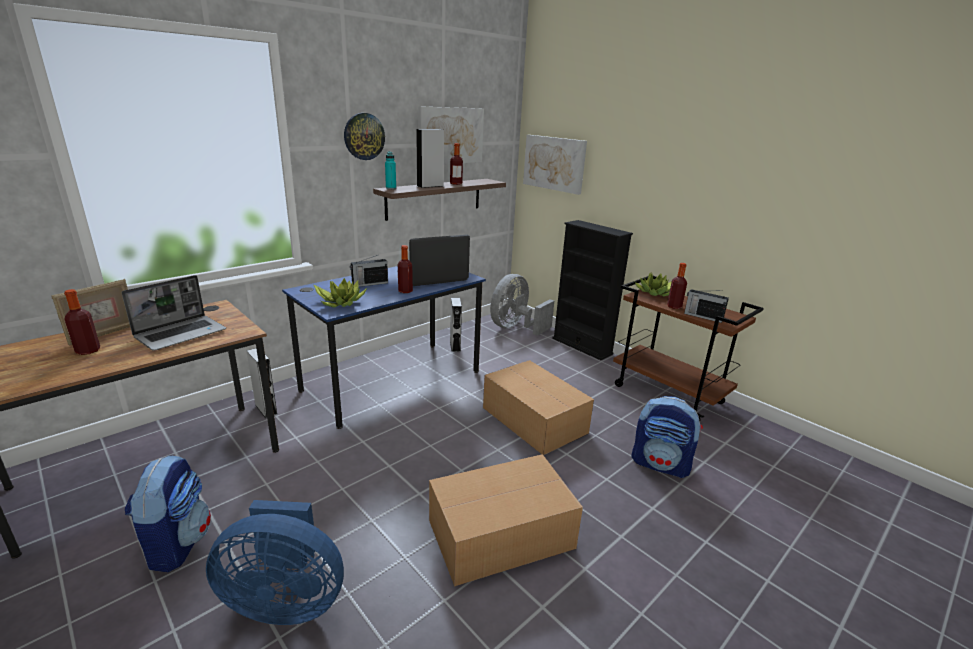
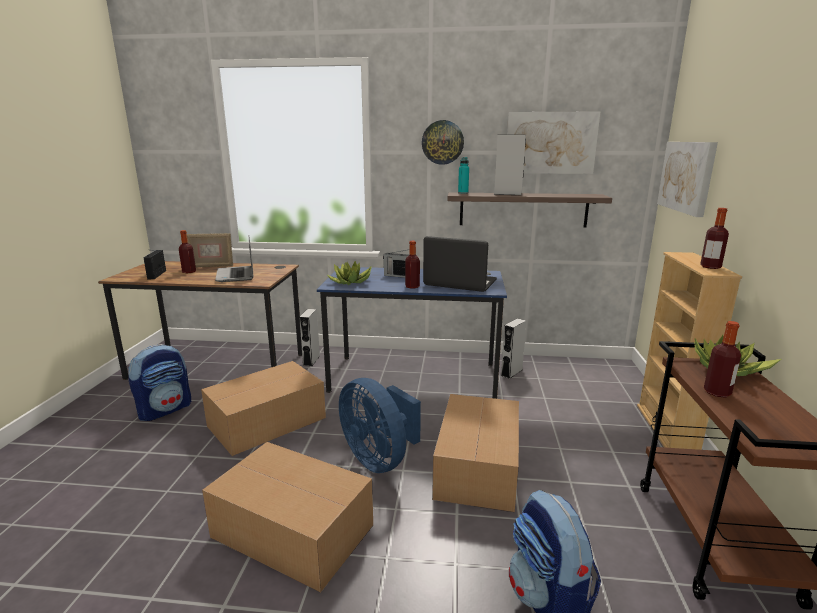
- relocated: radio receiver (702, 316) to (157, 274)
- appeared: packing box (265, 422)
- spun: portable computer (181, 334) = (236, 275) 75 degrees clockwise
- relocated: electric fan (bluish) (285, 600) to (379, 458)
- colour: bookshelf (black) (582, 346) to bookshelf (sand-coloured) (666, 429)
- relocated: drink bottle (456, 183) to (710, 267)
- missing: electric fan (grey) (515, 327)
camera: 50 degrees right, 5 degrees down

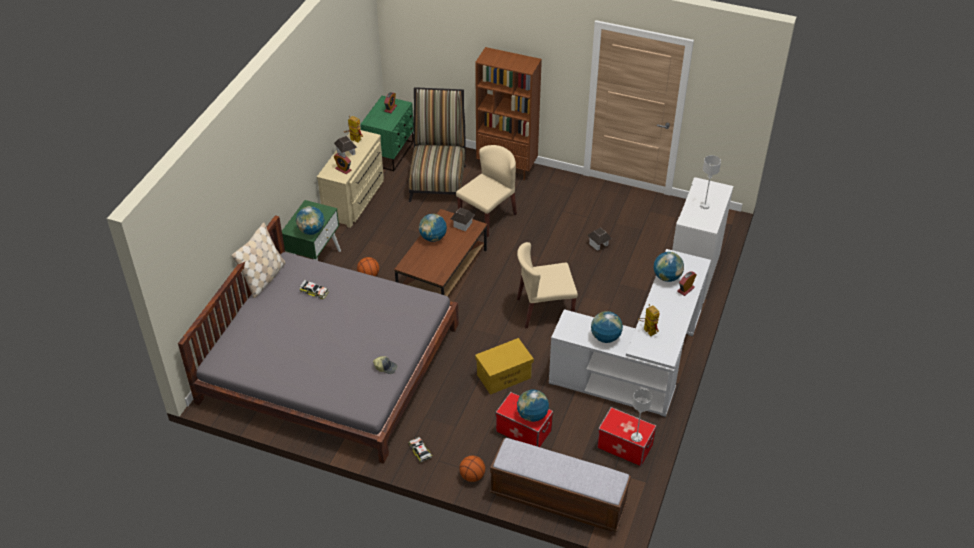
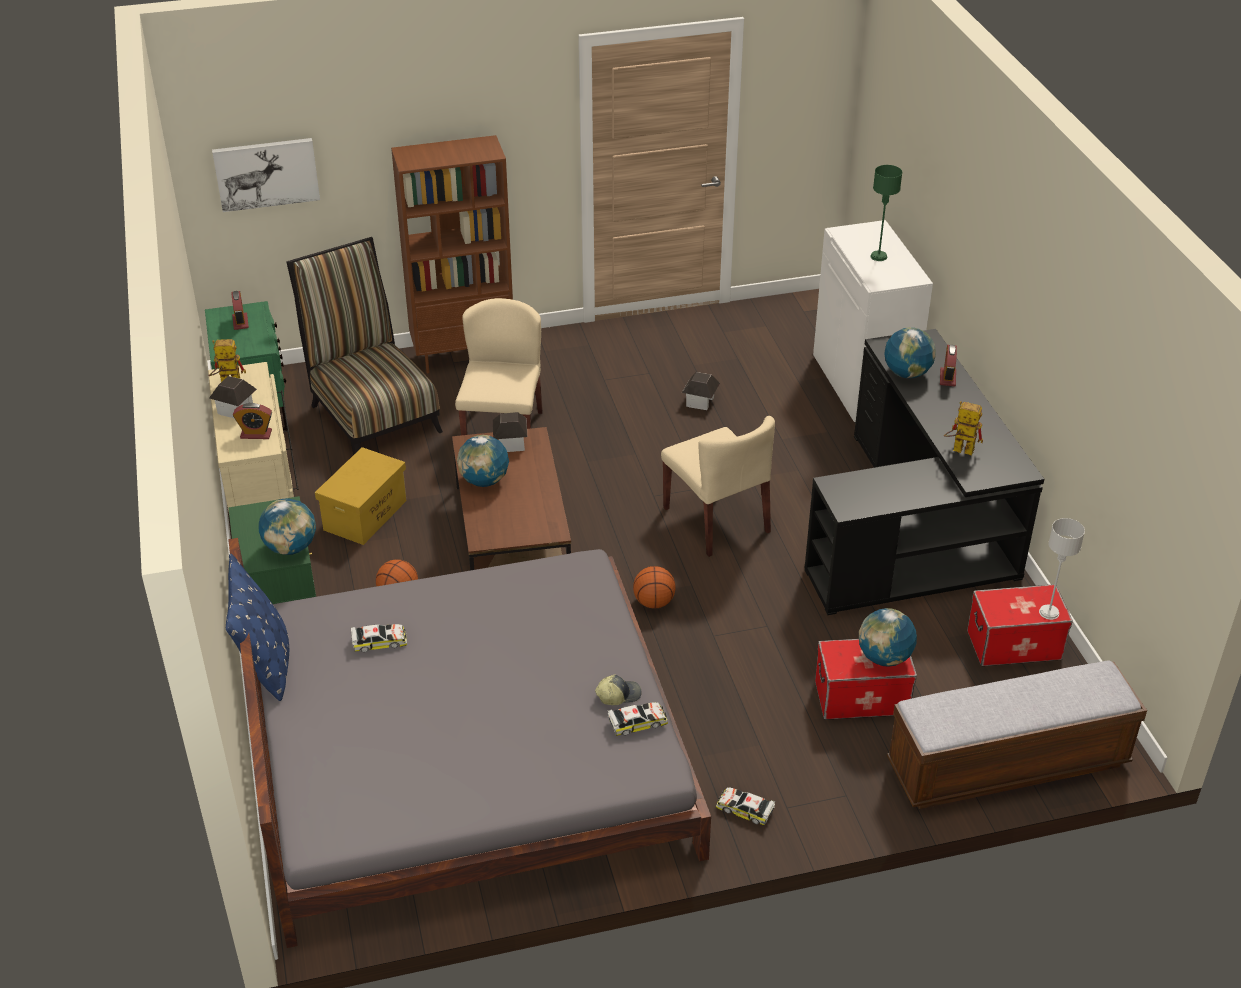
- appeared: wall picture (266, 173)
- colour: pillow (sand-coloured) (264, 278) to pillow (bluish) (266, 663)
- relocated: storage bin (yellow) (504, 376) to (365, 514)
- appeared: miniature car (637, 722)
- relocated: ball for basketball (472, 476) to (653, 602)
- spun: upright chair (sand-coloured) (544, 310) = (717, 520) 75 degrees counterclockwise
- colour: desk unit (whitish) (640, 363) to desk unit (black) (917, 527)
- colour: tabletop lamp (grey) (705, 205) to tabletop lamp (green-coloured) (878, 256)
- missing: globe (605, 337)
camera: 35 degrees left, 5 degrees down

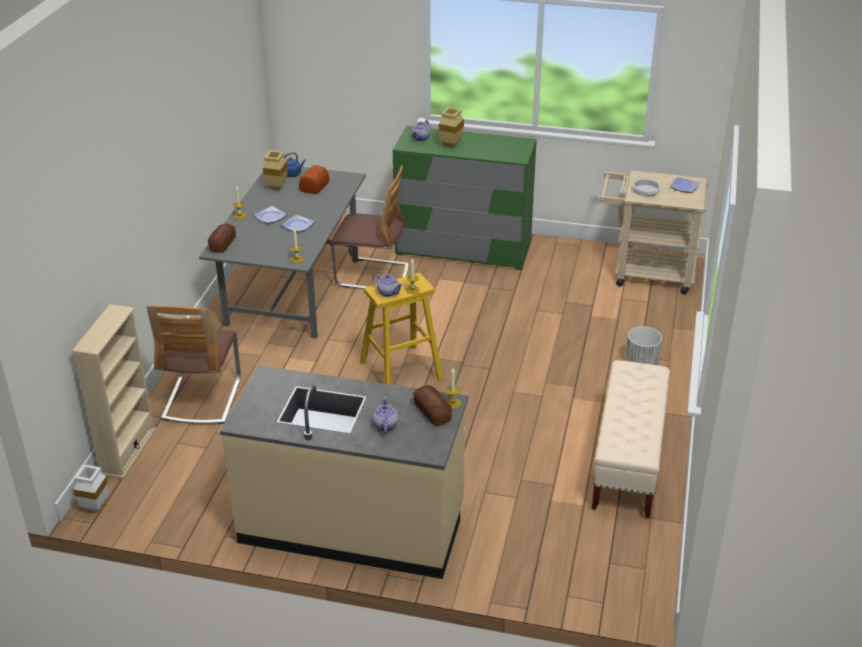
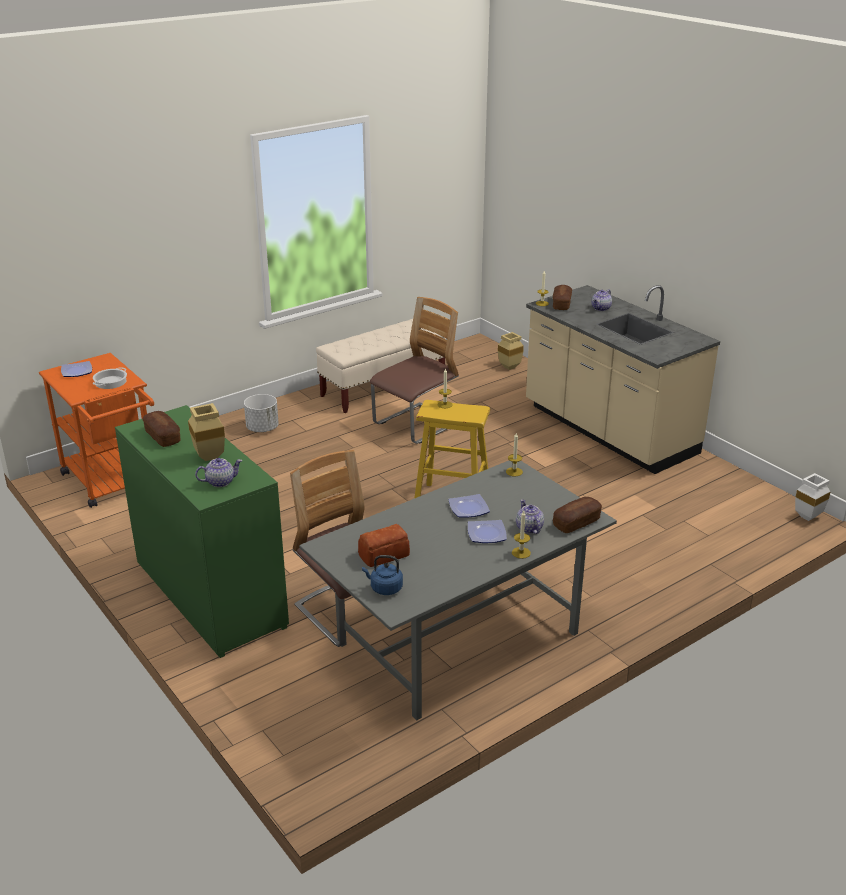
- colour: trolley (sand-coloured) (645, 273) to trolley (orange-coloured) (114, 483)
- appeared: bread (162, 437)
- relocated: upright chair (202, 399) to (416, 425)
- relocated: decorative vase (sand-coloured) (277, 188) to (510, 367)
- relocated: teapot (388, 292) to (528, 528)
- missing: bookshelf (sand-coloured) (128, 451)
camera: 140 degrees left, 5 degrees down

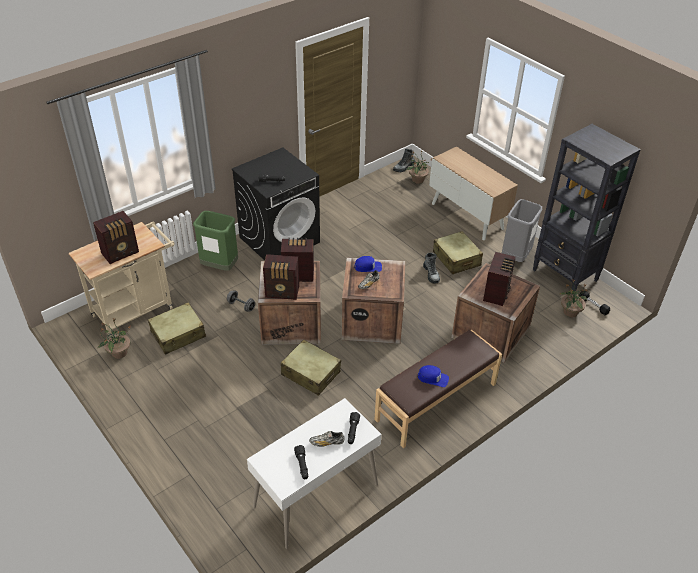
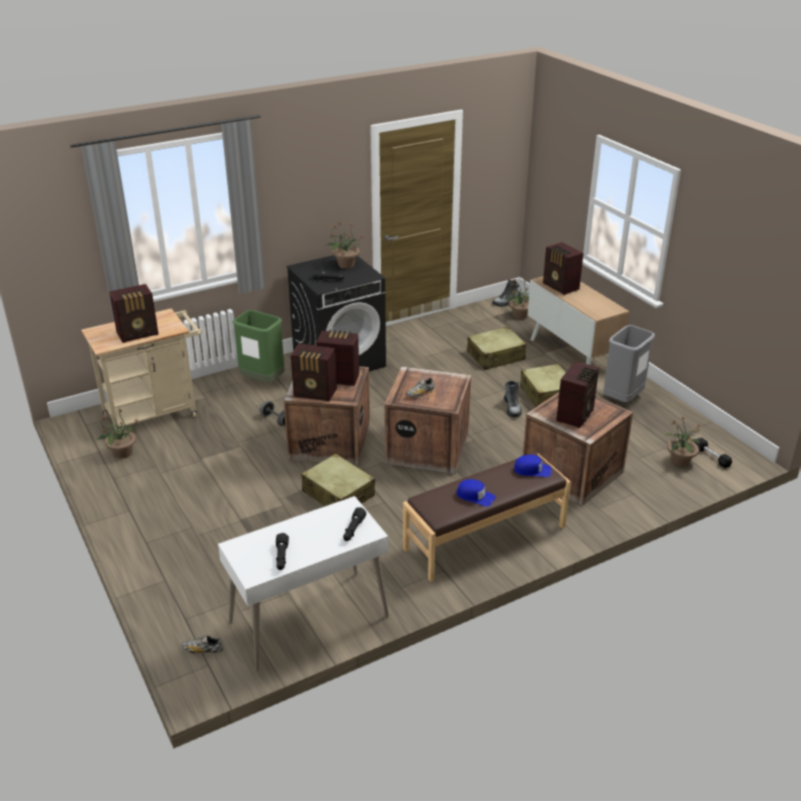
- relocated: item of footwear (326, 442) to (202, 650)
- appeared: potted plant (345, 265)
- relocated: suitcase (sand-coloured) (178, 334) to (496, 356)
- relocated: cap (bluish) (368, 267) to (532, 470)
- appeared: radio receiver (560, 287)
- missing: bookshelf (black) (565, 276)
camera: 10 degrees right, 10 degrees down

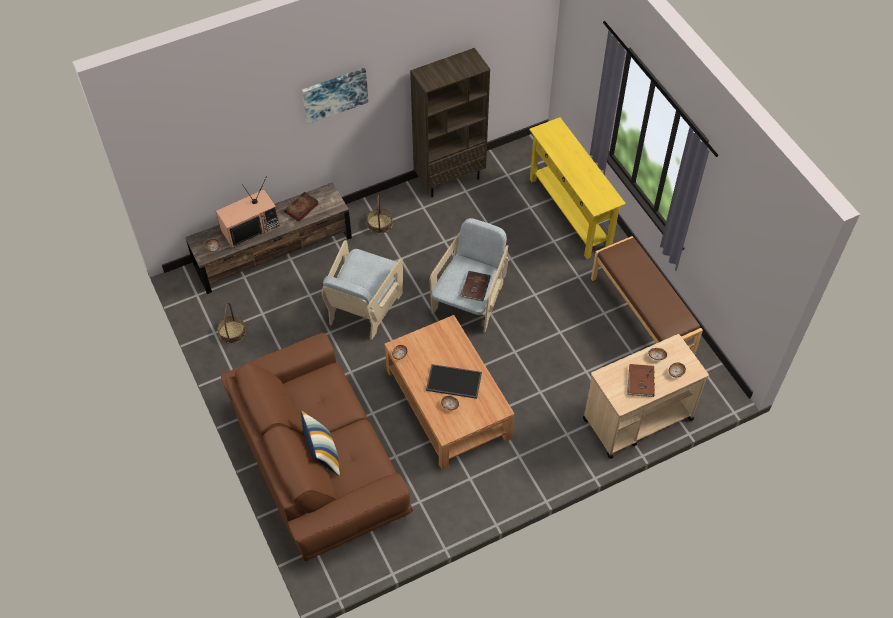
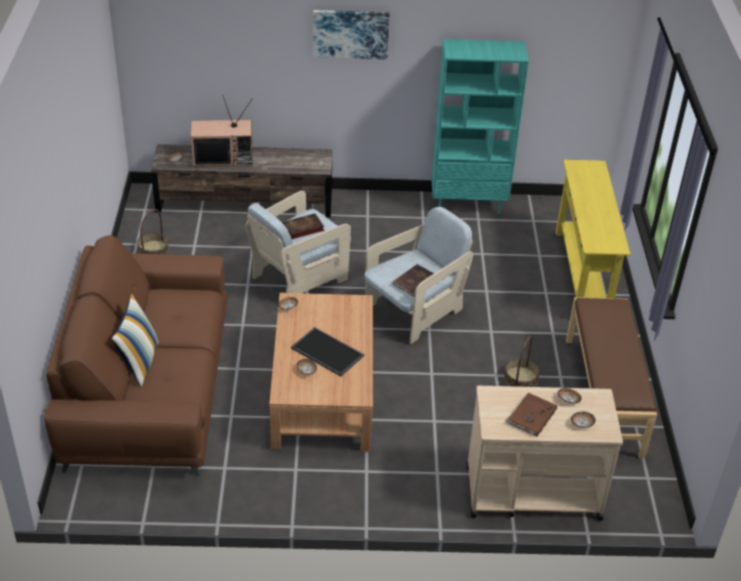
- relocated: book (301, 209) to (302, 229)
- colour: bookshelf (brownish) (450, 178) to bookshelf (turquoise-coloured) (468, 204)
- relocated: household basket (380, 224) to (521, 378)
camera: 25 degrees right, 15 degrees down

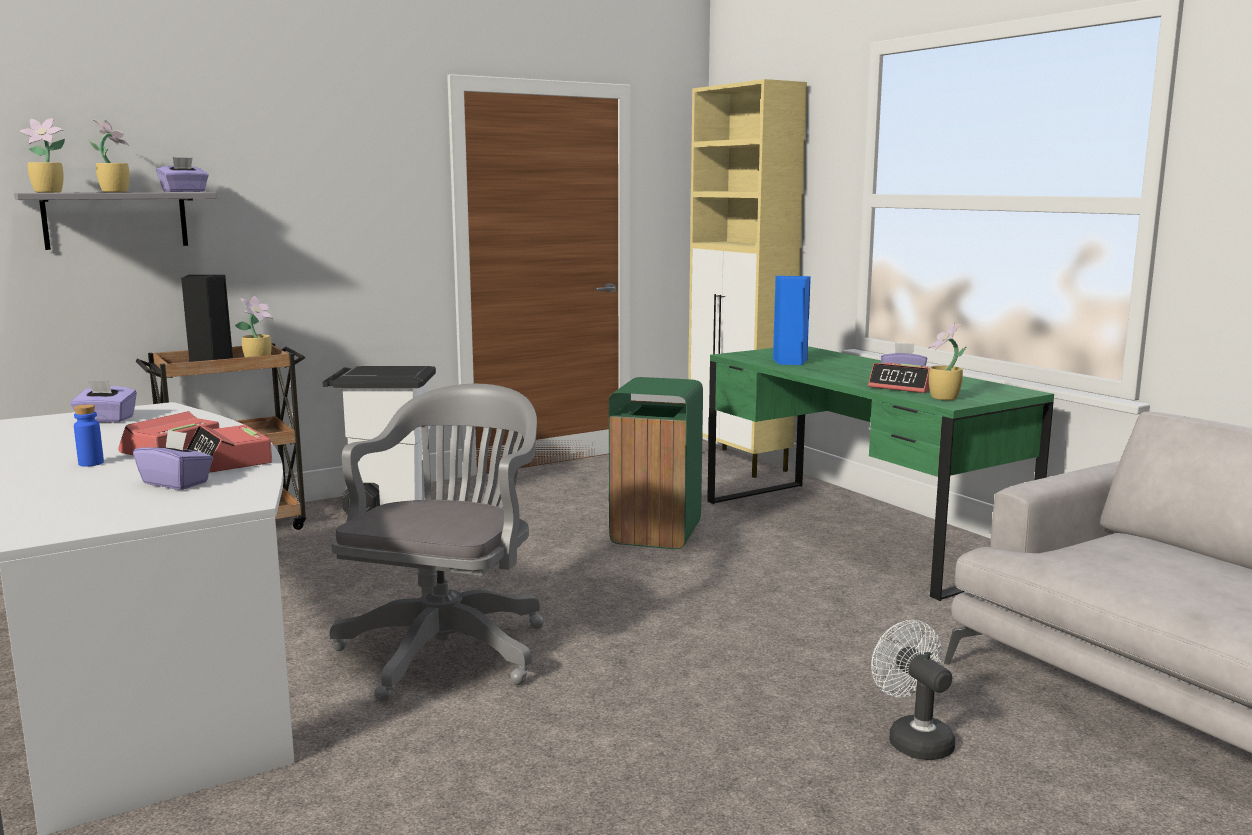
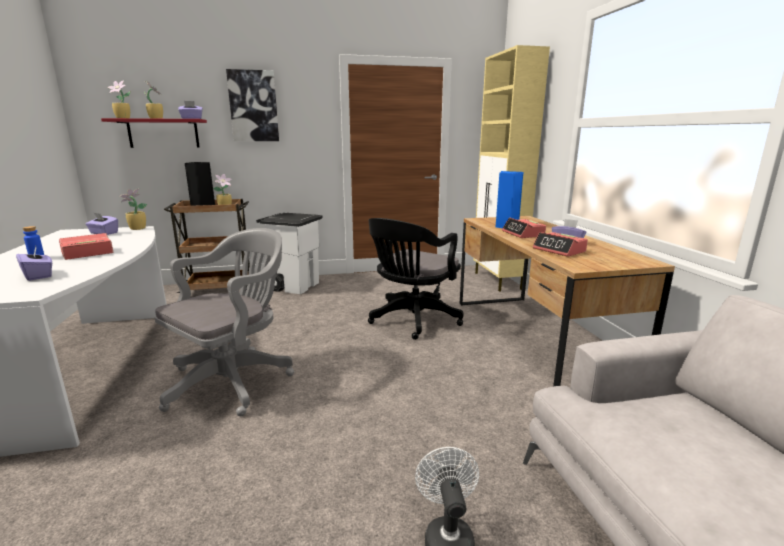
- colour: wall shelf (grey) (115, 220) to wall shelf (red) (163, 133)
- relocated: potted plant (943, 398) to (137, 228)
- appeared: wall picture (253, 106)
- exchanged: waste bin (green-coloured) (655, 533) to desk chair (black) (412, 320)
- colour: desk unit (green-coloured) (855, 533) to desk unit (brownish) (534, 338)
- relocated: alarm clock (229, 460) to (523, 234)
camera: 20 degrees right, 5 degrees up

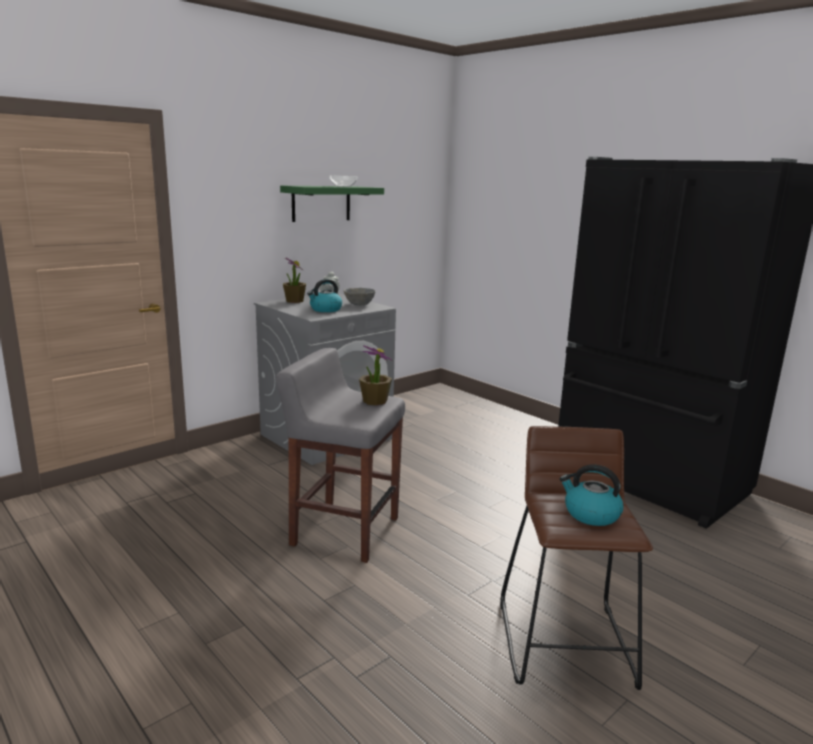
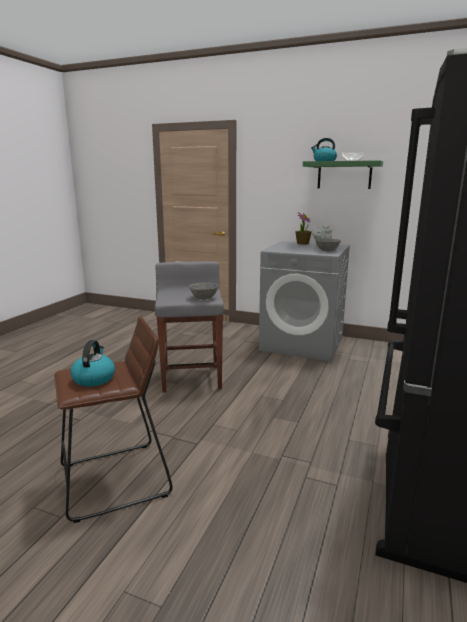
- exchanged: potted plant (374, 401) to bowl (grey) (204, 298)
- relocated: tea kettle (325, 309) to (324, 161)
camera: 65 degrees right, 0 degrees up

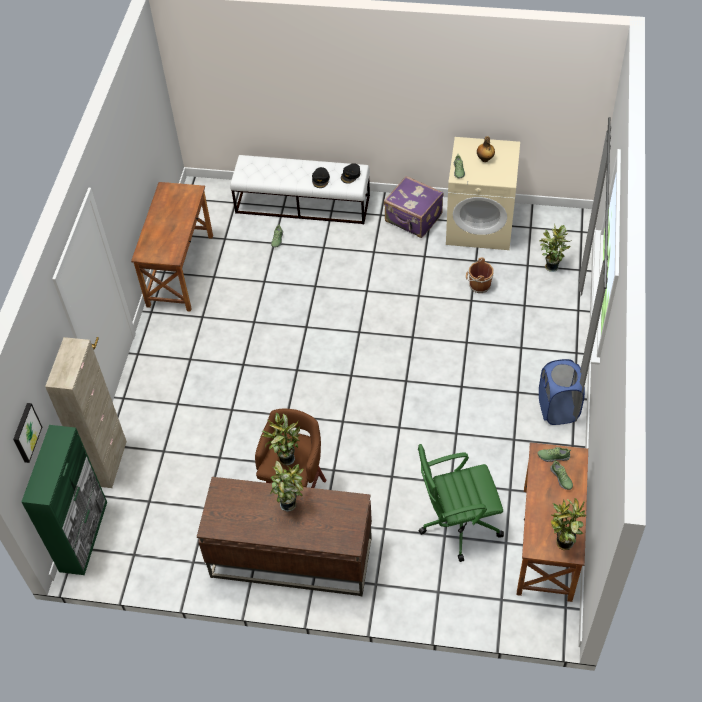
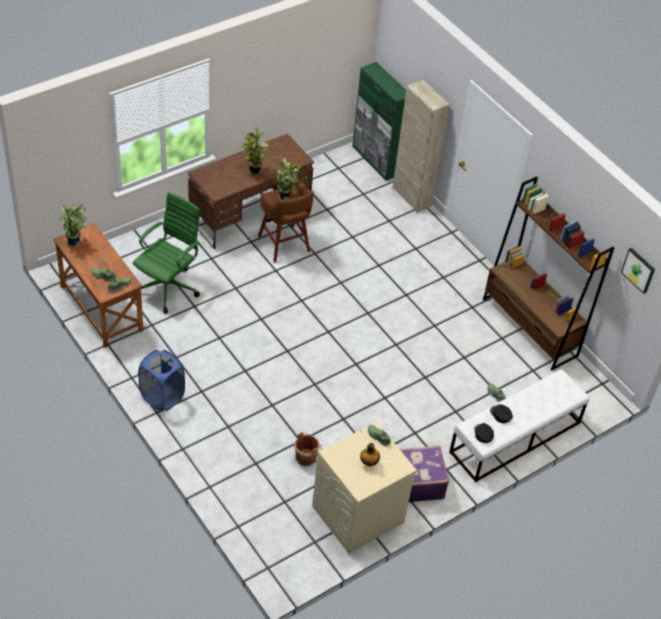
- exchanged: desk unit (brownish) (180, 270) to bookshelf (brownish) (530, 327)
- relocated: wall picture (25, 432) to (638, 270)
- missing: potted plant (551, 266)
camera: 130 degrees right, 5 degrees down

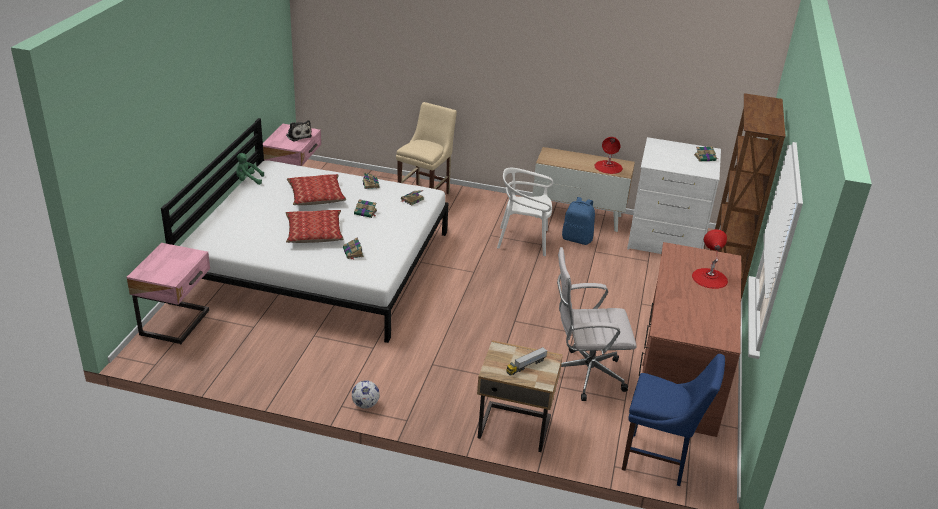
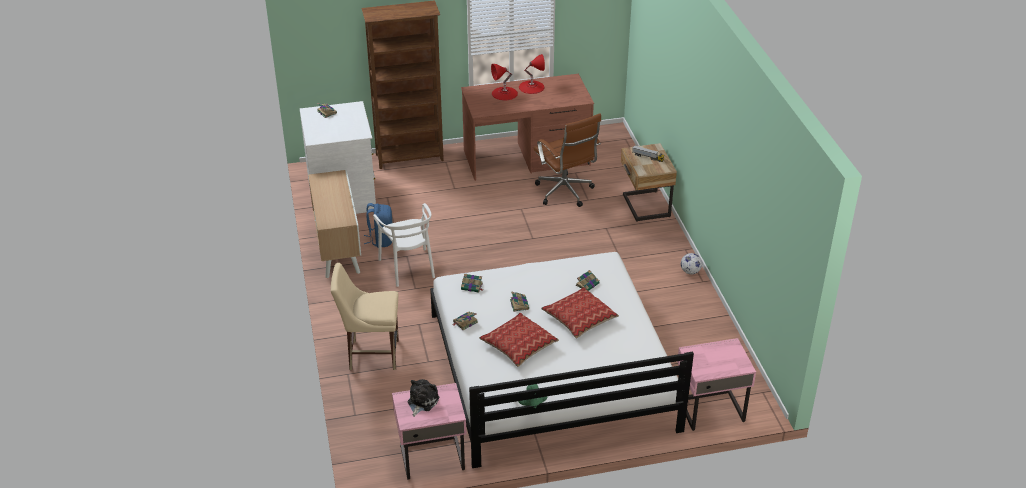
- relocated: tabletop lamp (red) (608, 167) to (531, 87)
- colour: desk chair (whitish) (584, 375) to desk chair (brownish) (565, 193)
- missing: upright chair (bluish) (659, 460)
camera: 115 degrees left, 5 degrees up

